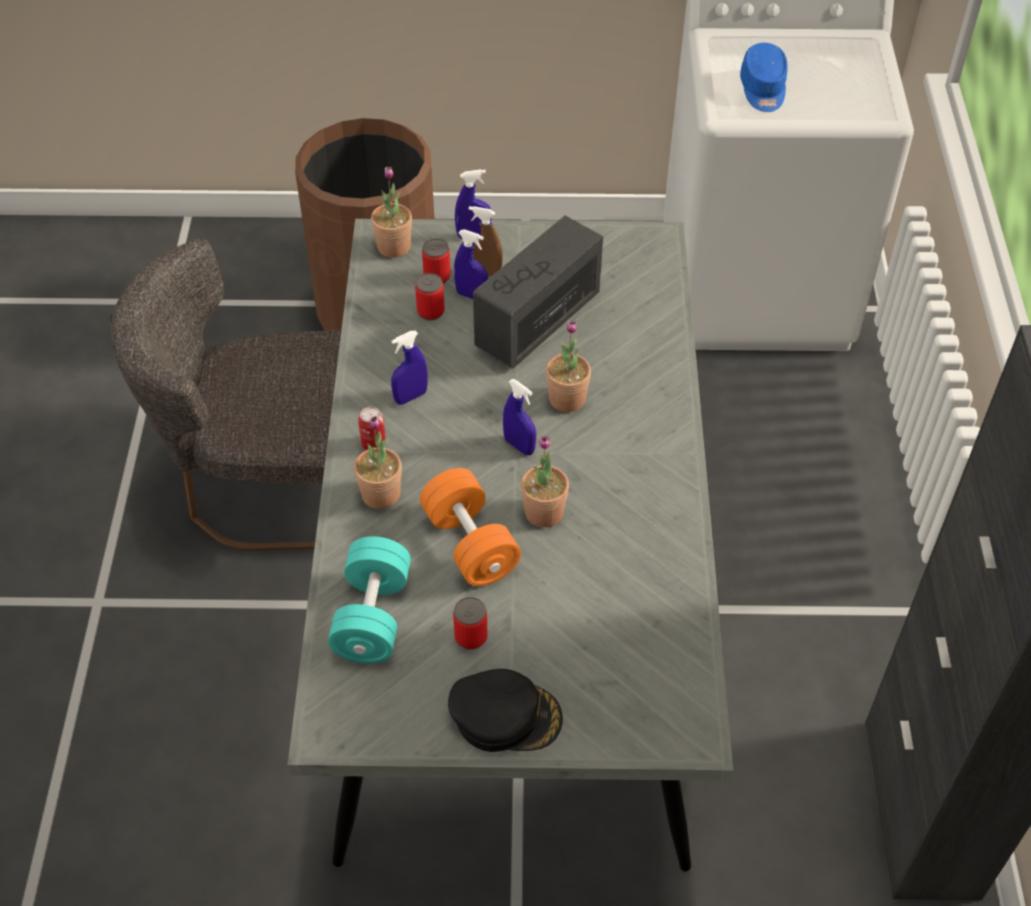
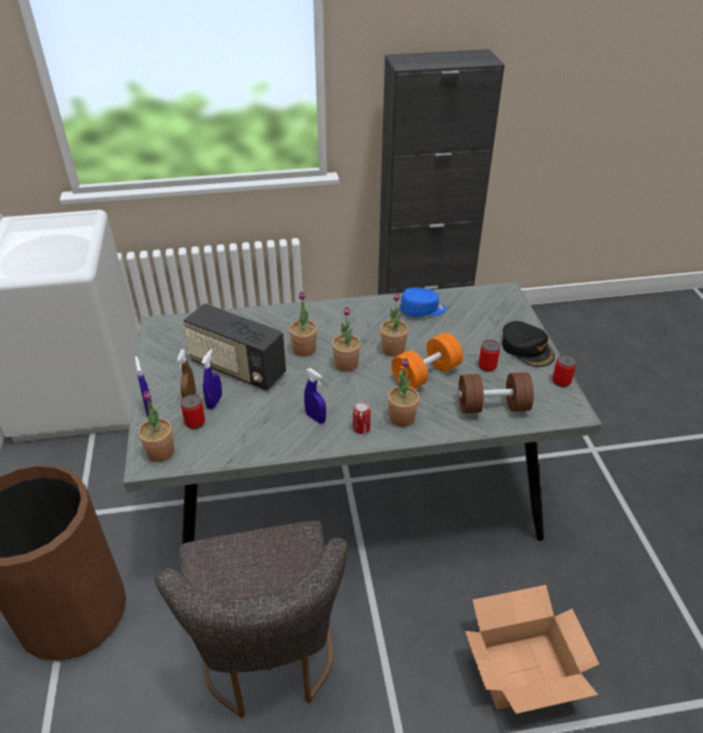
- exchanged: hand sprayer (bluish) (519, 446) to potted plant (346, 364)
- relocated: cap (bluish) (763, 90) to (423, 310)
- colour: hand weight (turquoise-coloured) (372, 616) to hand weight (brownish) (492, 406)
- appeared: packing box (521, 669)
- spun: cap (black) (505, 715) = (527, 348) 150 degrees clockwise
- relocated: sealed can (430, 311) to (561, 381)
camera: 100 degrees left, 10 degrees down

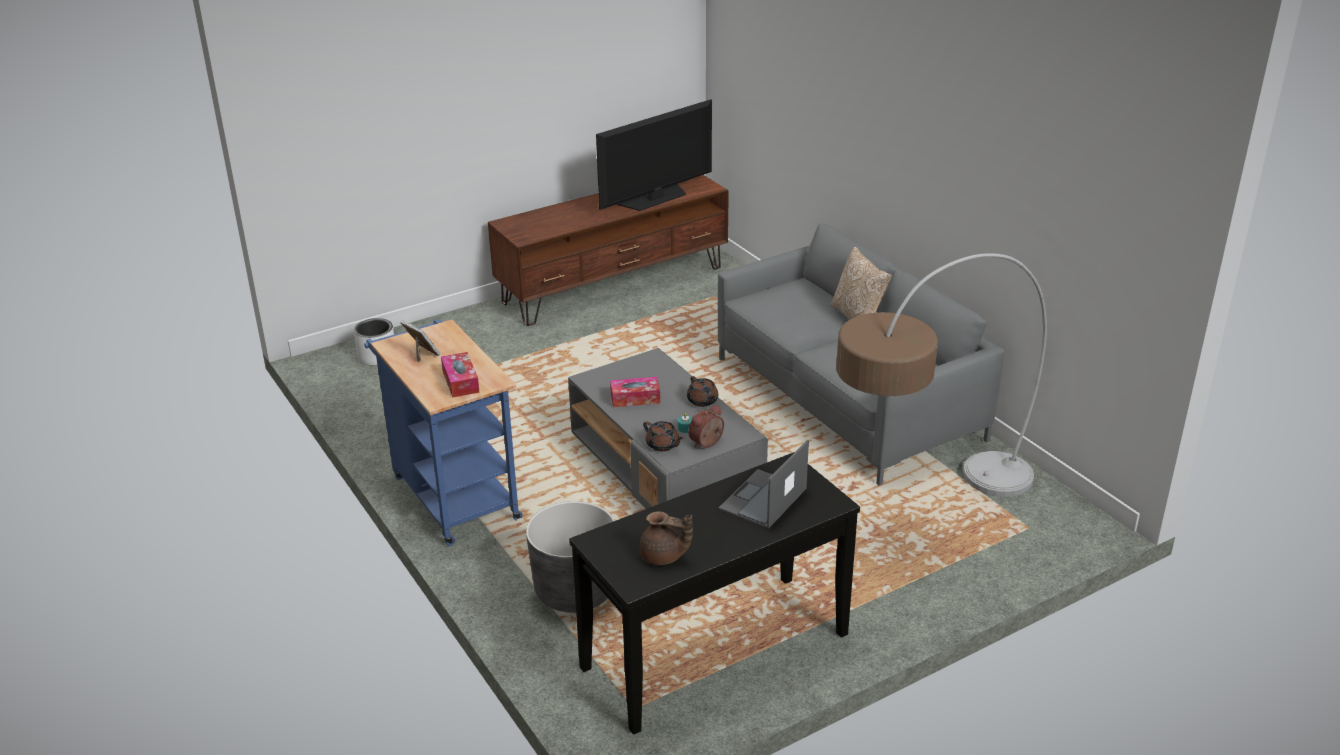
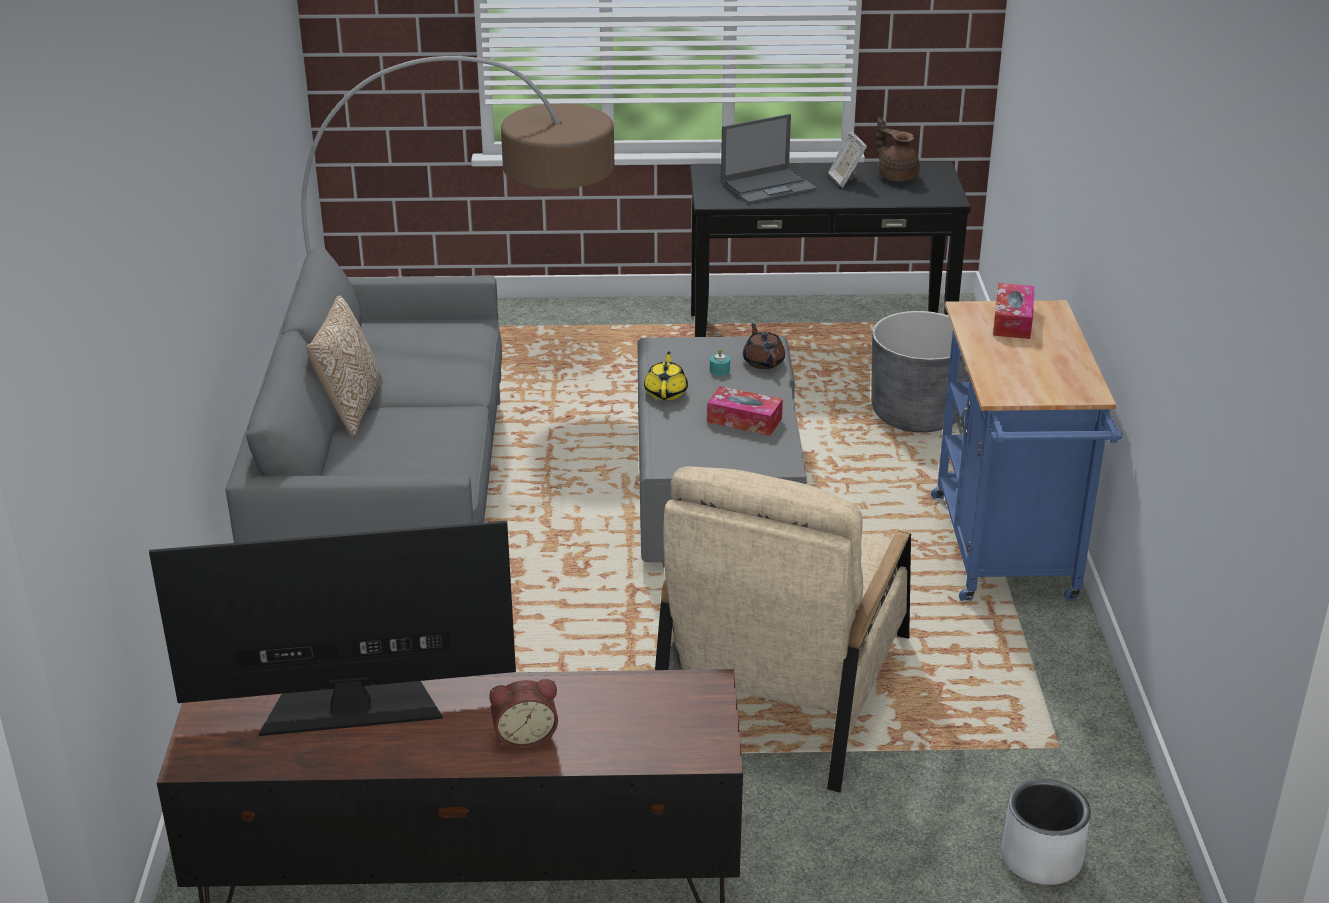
- relocated: alarm clock (707, 443) to (525, 736)
- colour: teapot (brownish) (702, 401) to teapot (yellow) (666, 392)
- appeared: armchair (sand-coloured) (783, 687)
- relocated: standing frame (423, 355) to (845, 180)
camera: 150 degrees left, 0 degrees up

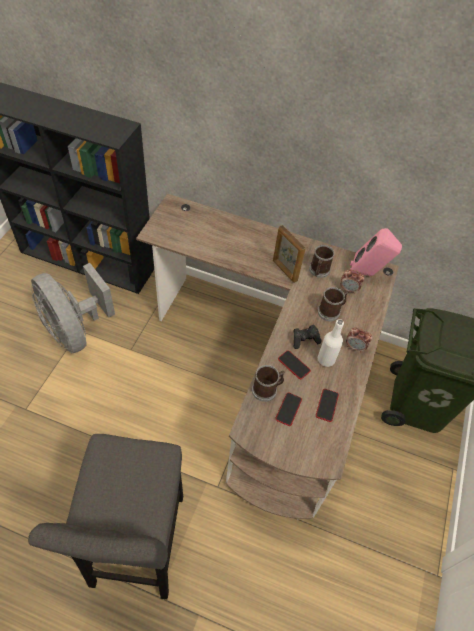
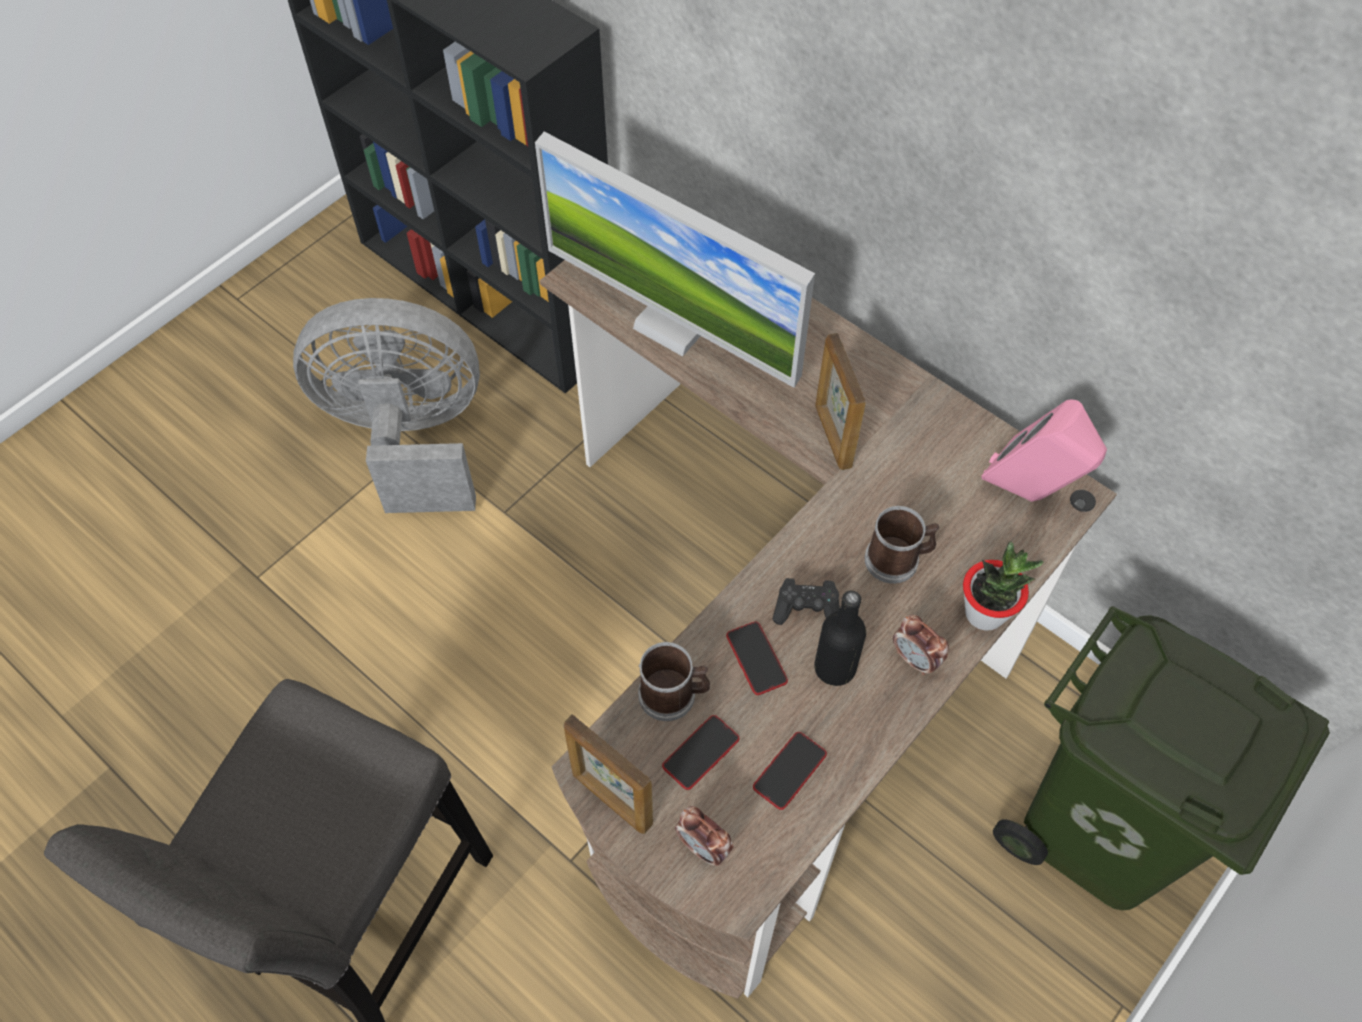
- spun: electric fan (grey) (75, 330) = (409, 439) 105 degrees clockwise
- appeared: computer screen (673, 325)
- appeared: standing frame (611, 799)
- relocated: alarm clock (348, 289) to (704, 847)
- colour: drink bottle (whitish) (326, 359) to drink bottle (black) (835, 668)
- appeared: potted plant (985, 613)
- missing: coffee mug (318, 271)
camera: 25 degrees right, 5 degrees up

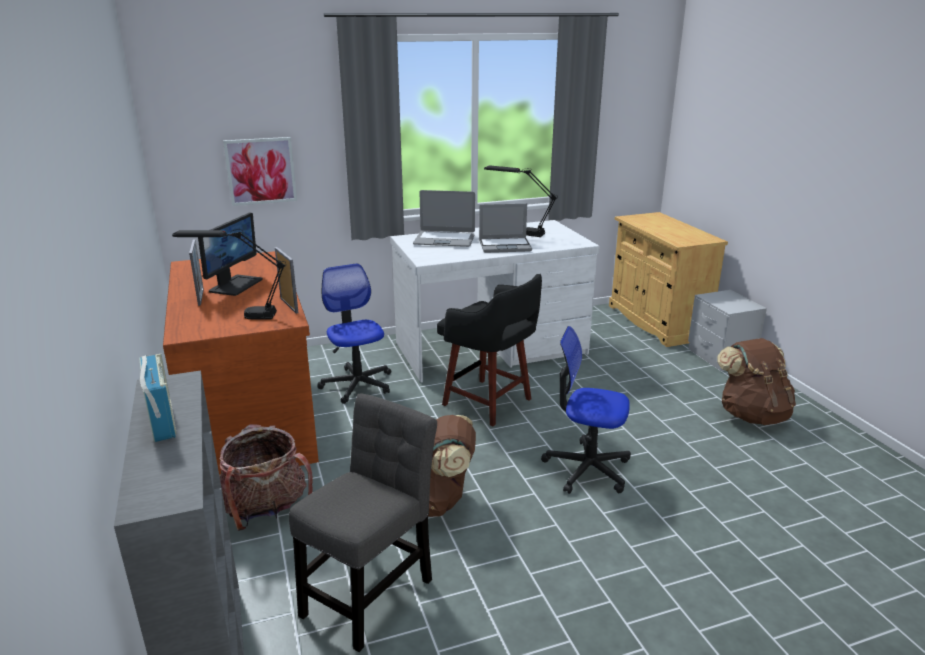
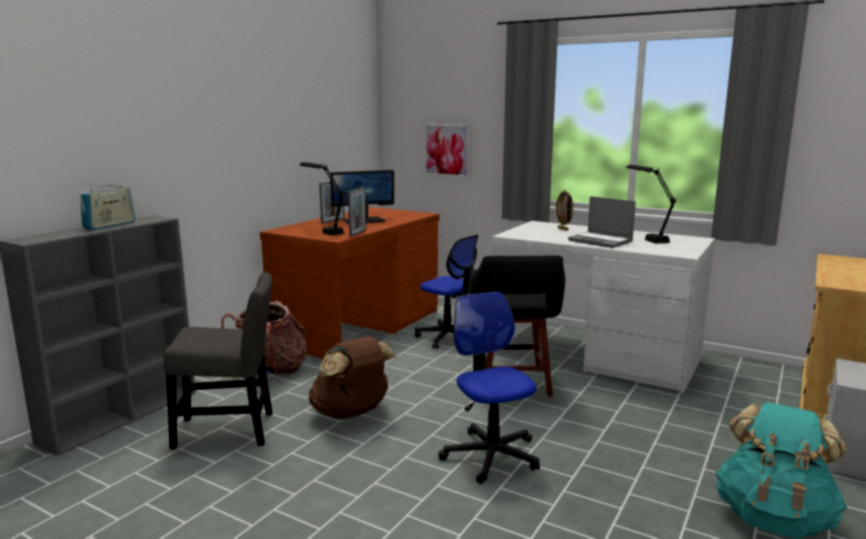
- spun: desk chair (357, 384) = (448, 337) 105 degrees clockwise
- exchanged: portable computer (444, 240) to standing frame (563, 229)
- colour: rucksack (brownish) (752, 415) to rucksack (turquoise-coloured) (774, 518)
camera: 50 degrees right, 10 degrees down

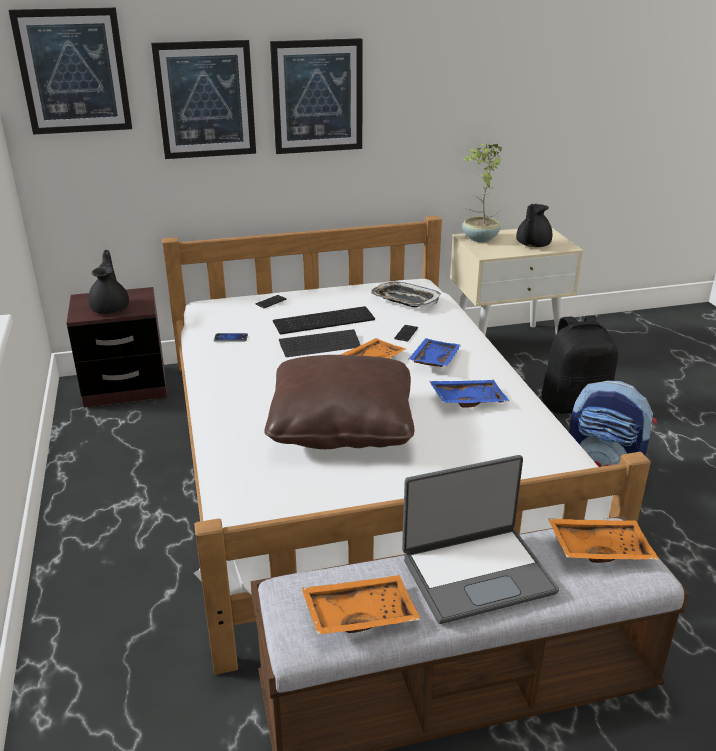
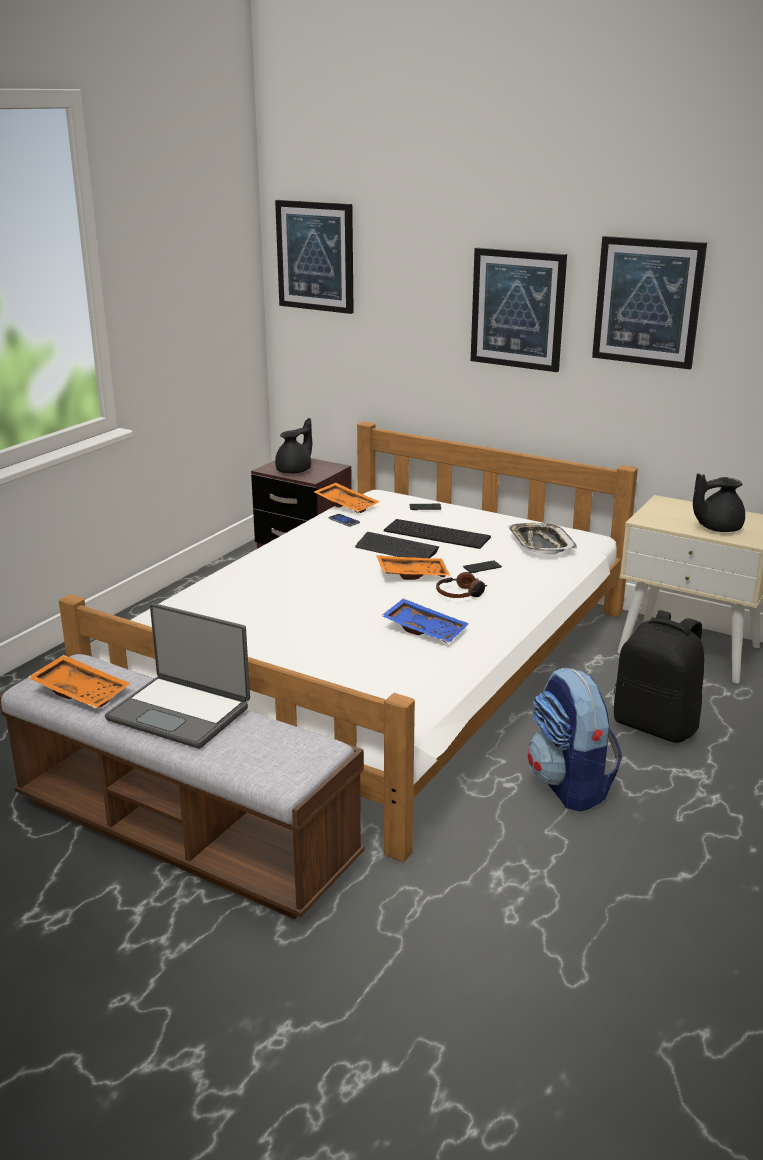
- relocated: carrying tray (orange-coloured) (599, 548) to (347, 505)
- exchanged: carrying tray (bluish) (433, 360) to headphones (461, 594)
- relocated: wall picture (205, 100) to (648, 302)
- missing: pillow (brownish) (341, 424)
- missing: potted plant (479, 238)
camera: 45 degrees right, 5 degrees down

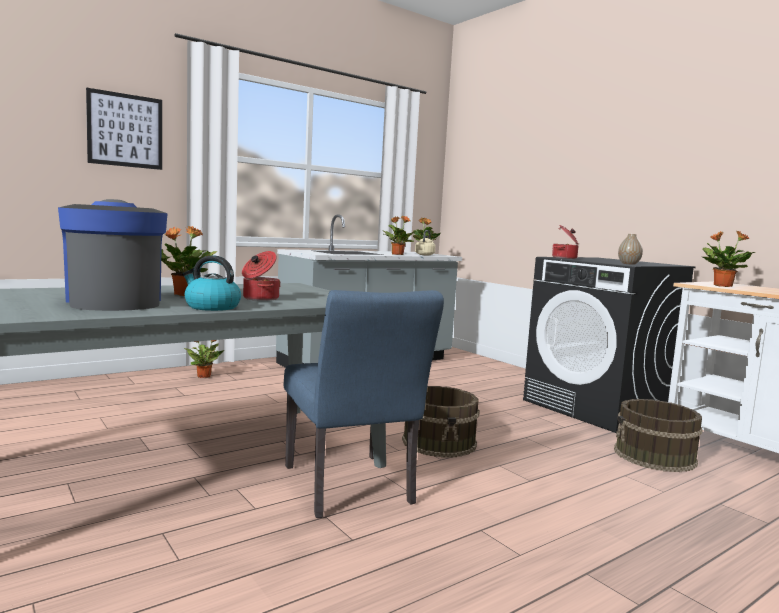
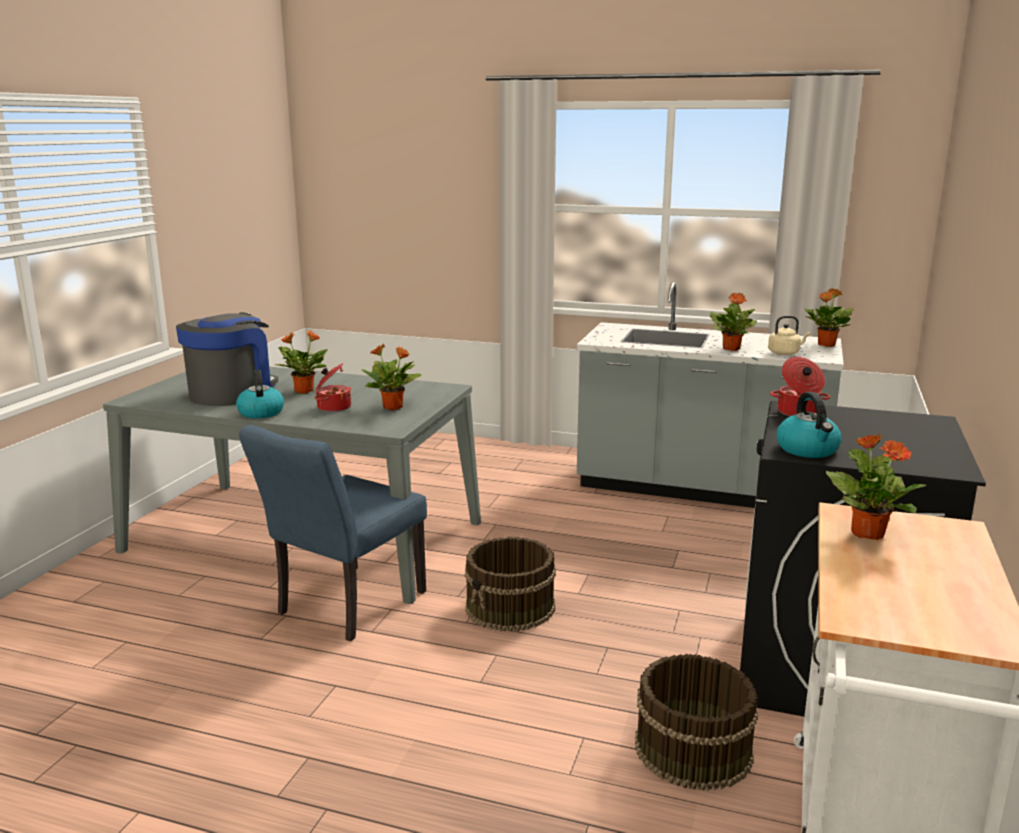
- relocated: potted plant (204, 376) to (393, 407)
- exchanged: decorative vase (628, 264) to tea kettle (808, 450)
- missing: wall picture (125, 130)
camera: 55 degrees right, 10 degrees up

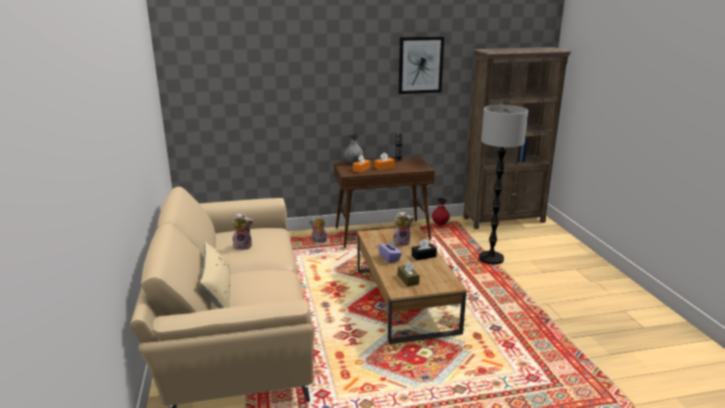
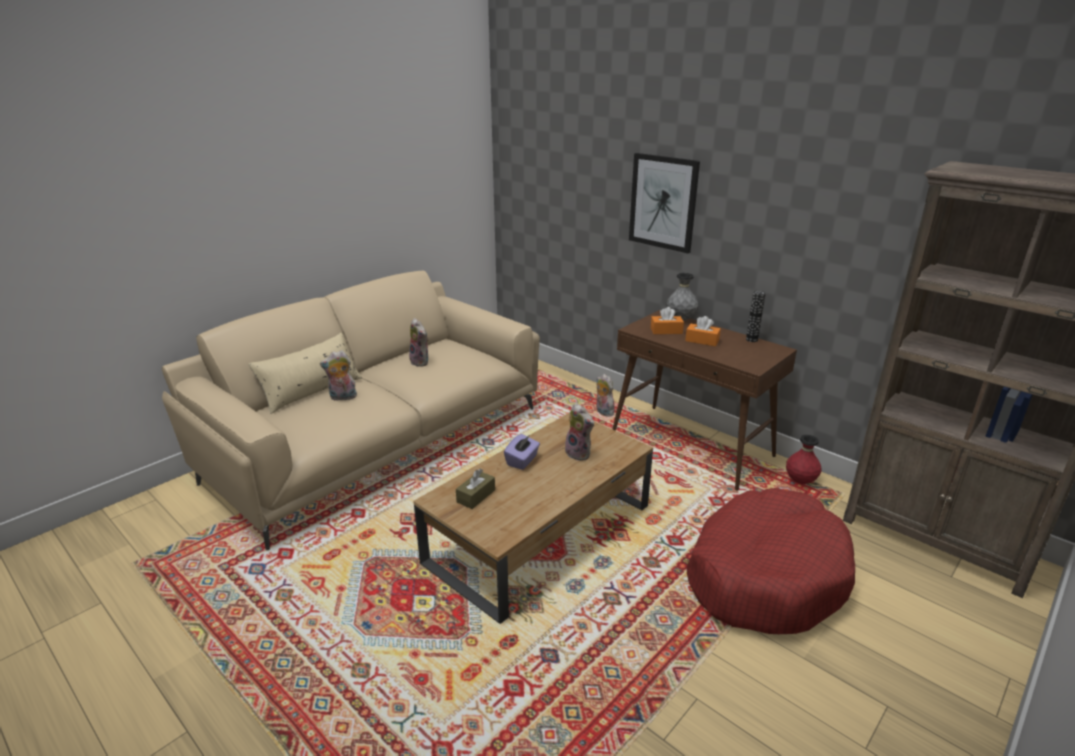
- appeared: soft toy (342, 397)
- relocated: wall picture (420, 65) to (663, 202)
- exchanged: floor lamp (491, 259) to pet bed (red) (765, 575)
- missing: box of tissues (black) (423, 256)
camera: 55 degrees right, 5 degrees up

